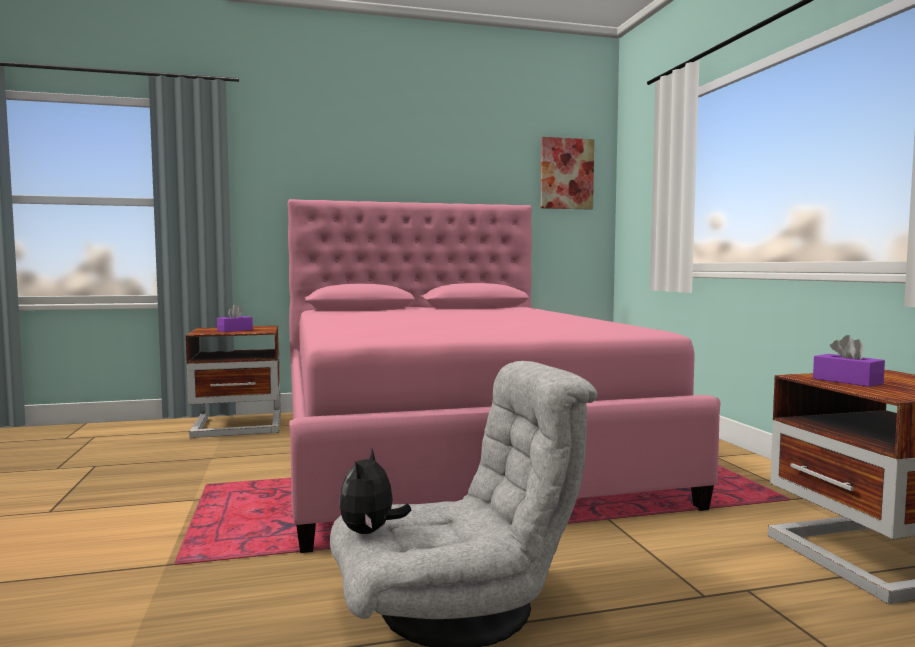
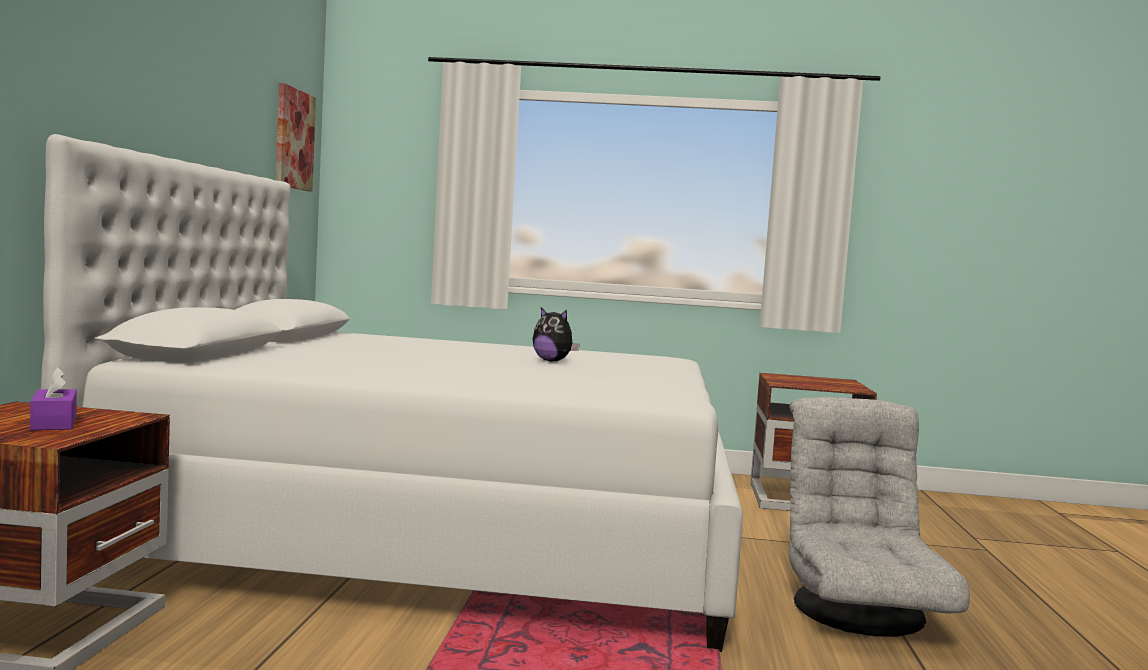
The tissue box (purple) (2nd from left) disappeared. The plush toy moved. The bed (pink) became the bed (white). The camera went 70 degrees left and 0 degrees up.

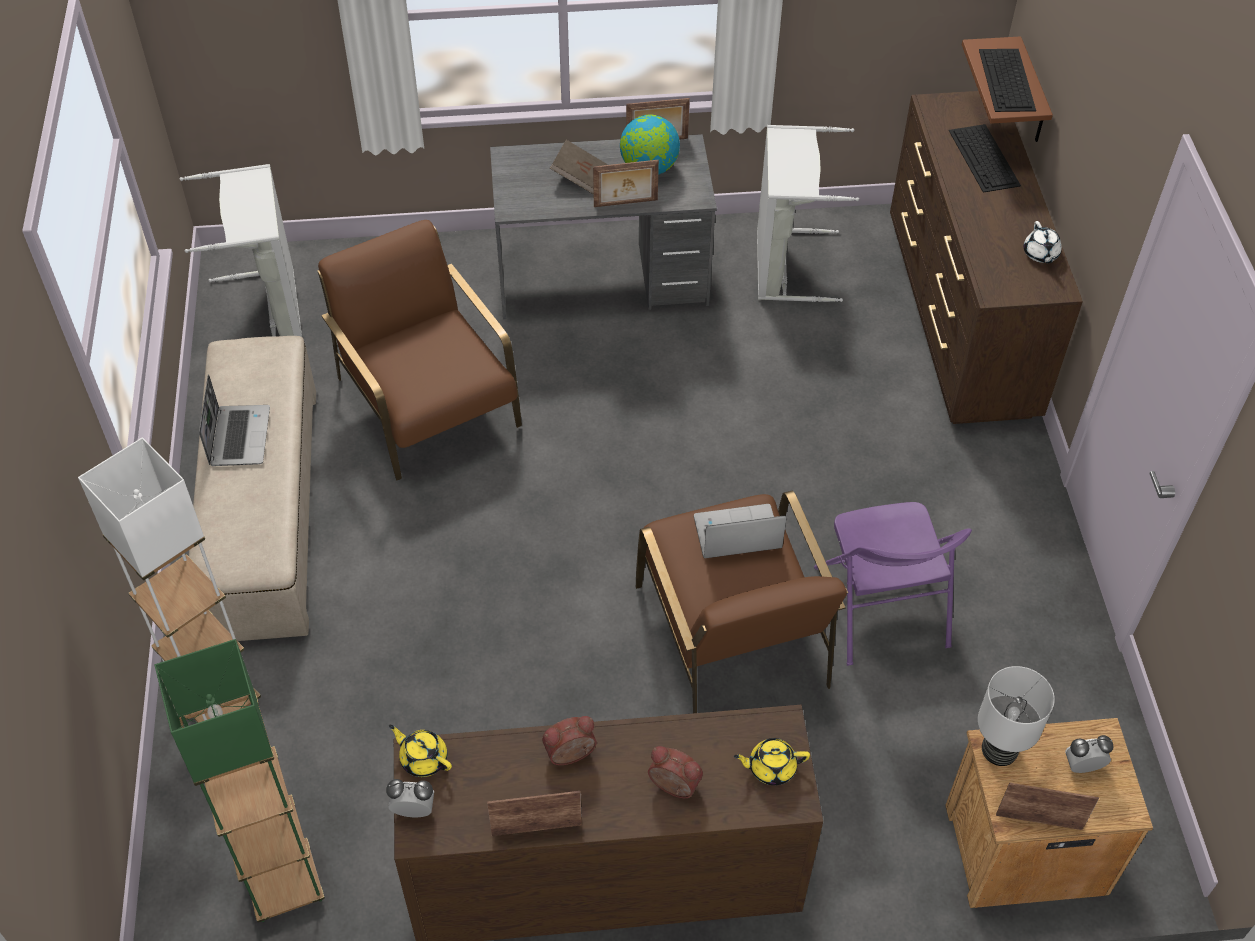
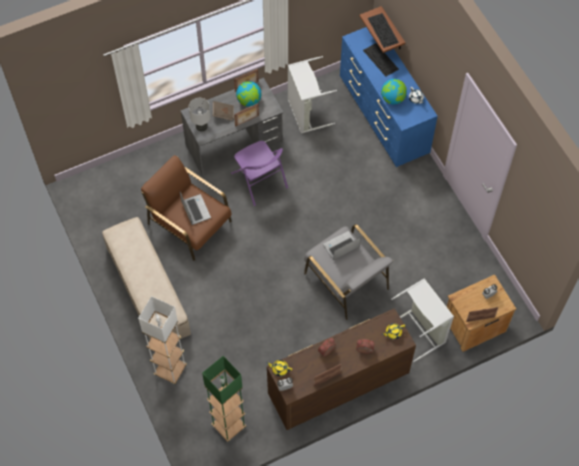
The globe (2nd from left) appeared. The laundry basket (grey) (1st from left in the first image) moved. The laptop (1st from left) moved. The chair (purple) moved. The table lamp (grey) moved. The armchair (brown) (2nd from left) became the armchair (grey). The dresser (brown) (2nd from left) became the dresser (blue). The camera went 20 degrees left and 10 degrees up.

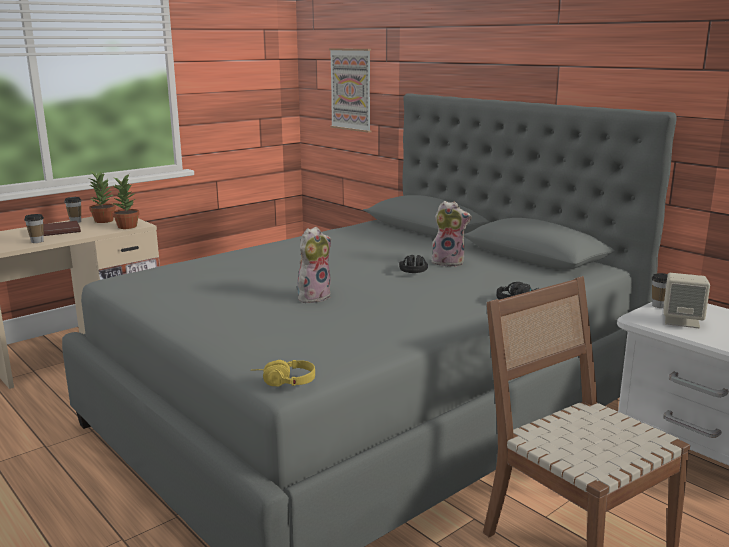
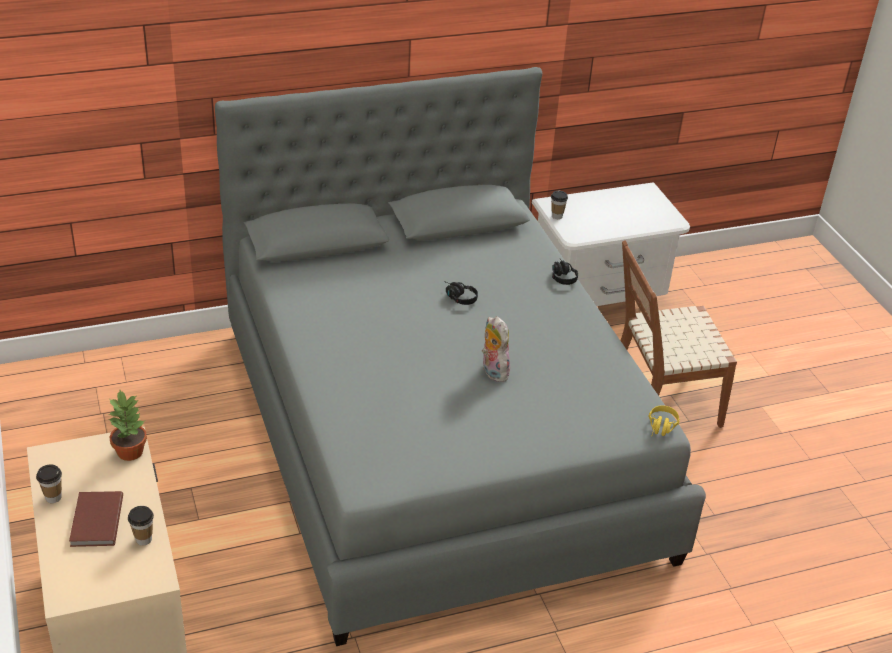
The potted plant (1st from left) disappeared. The picture disappeared. The plush toy (2nd from left) disappeared. The speaker (beige) disappeared. The camera went 70 degrees left and 20 degrees up.

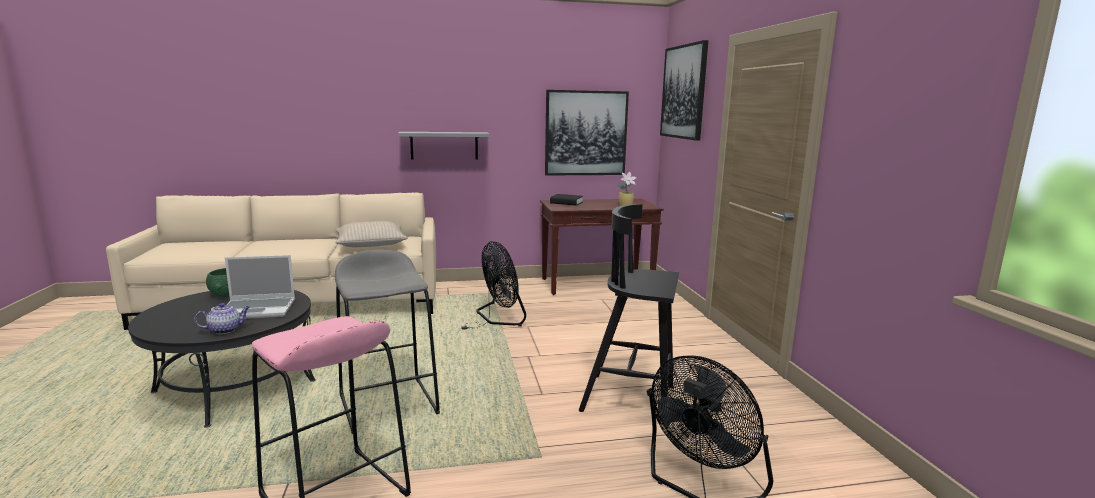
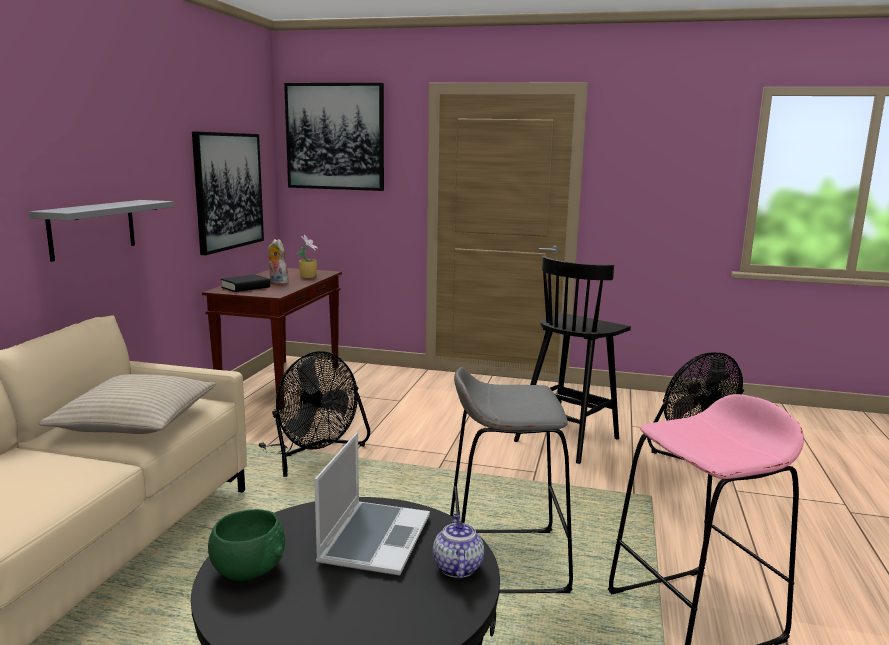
The plush toy appeared. The fan (black) (1st from left) turned 135 degrees clockwise. The camera went 65 degrees left and 0 degrees up.

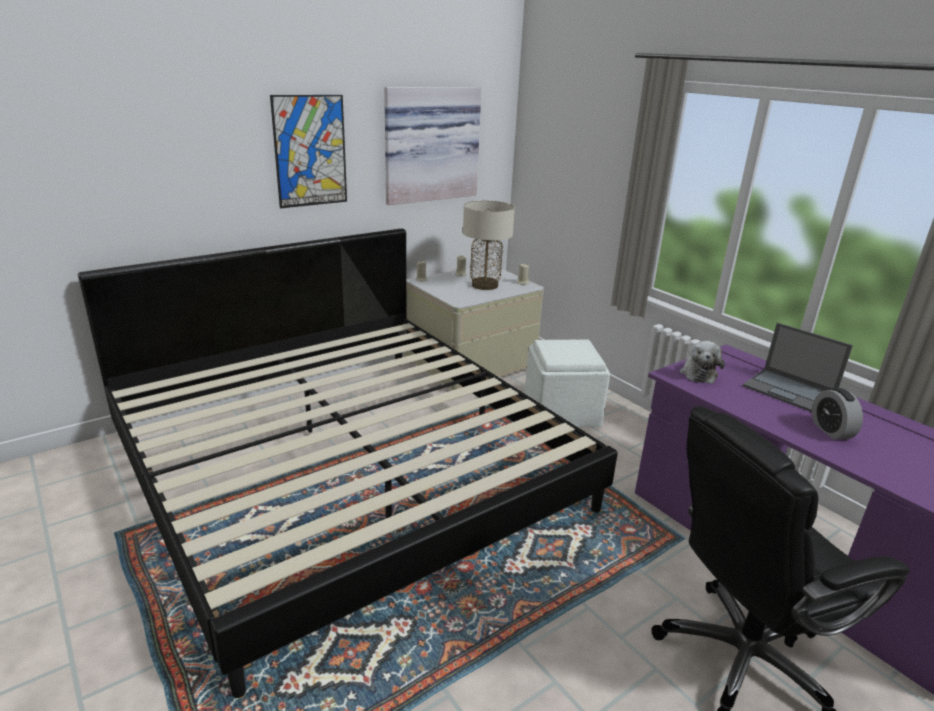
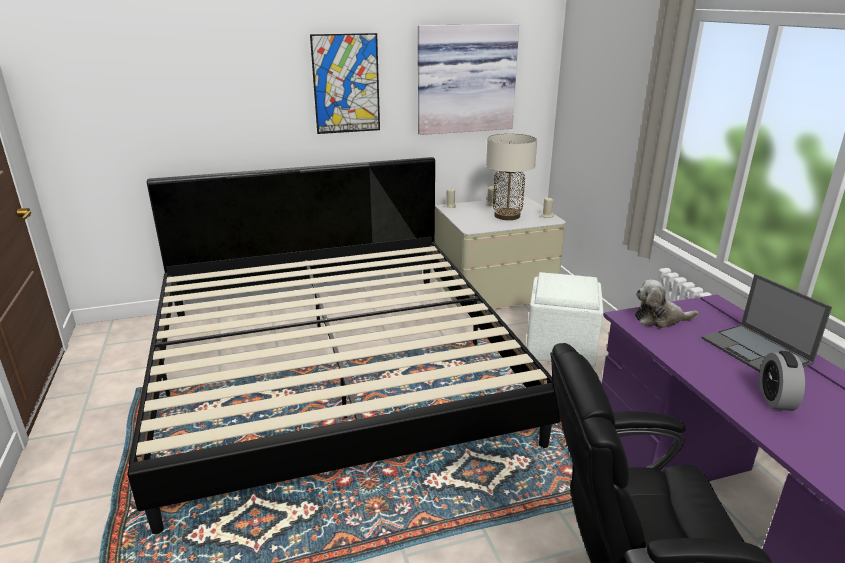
The plush toy turned 60 degrees clockwise. The camera went 20 degrees right and 0 degrees up.

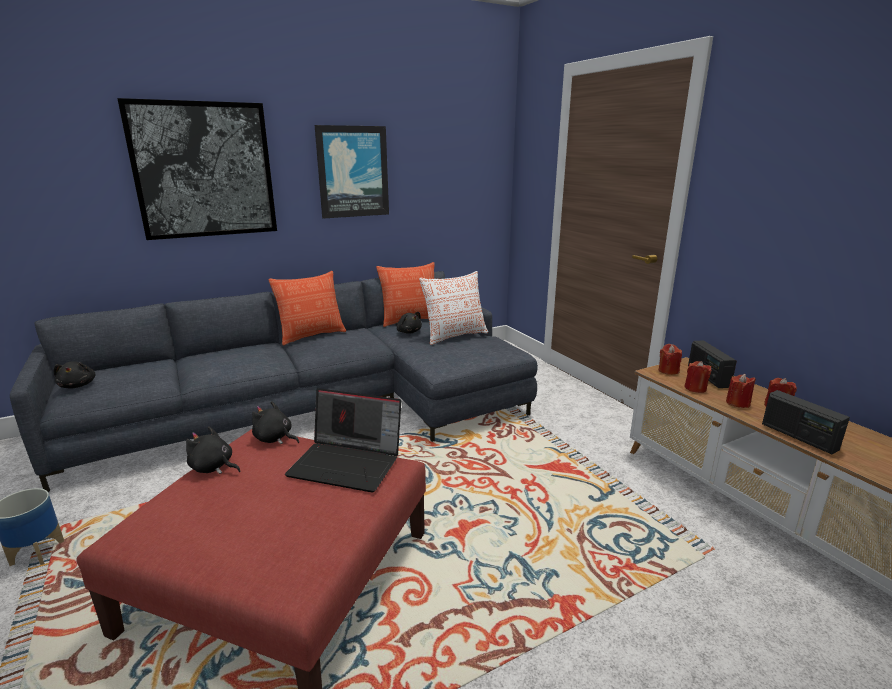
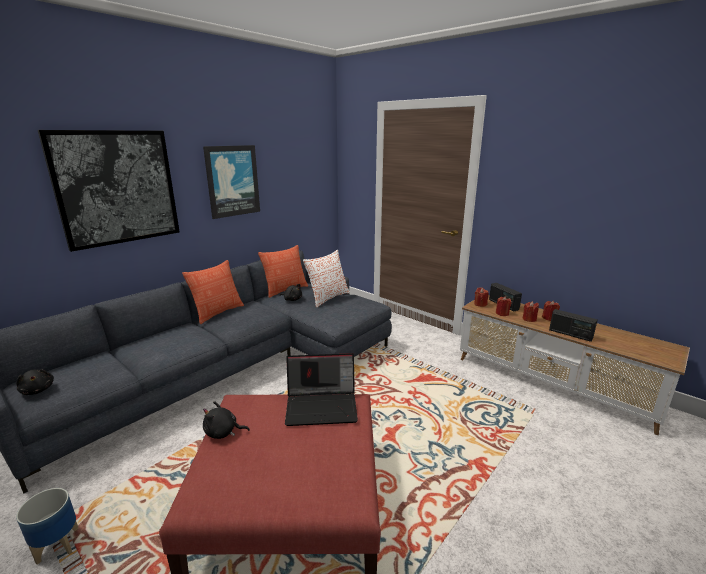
The plush toy (black) (3rd from left) disappeared. The camera went 20 degrees left and 0 degrees up.

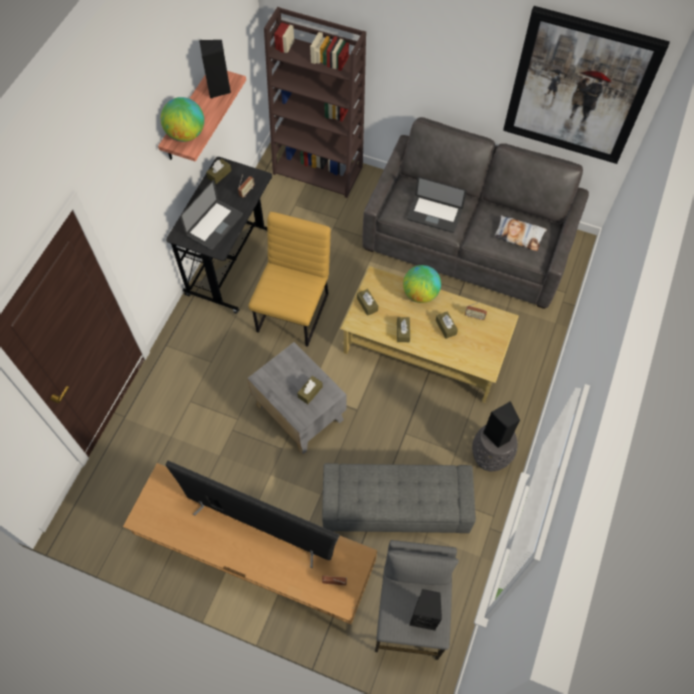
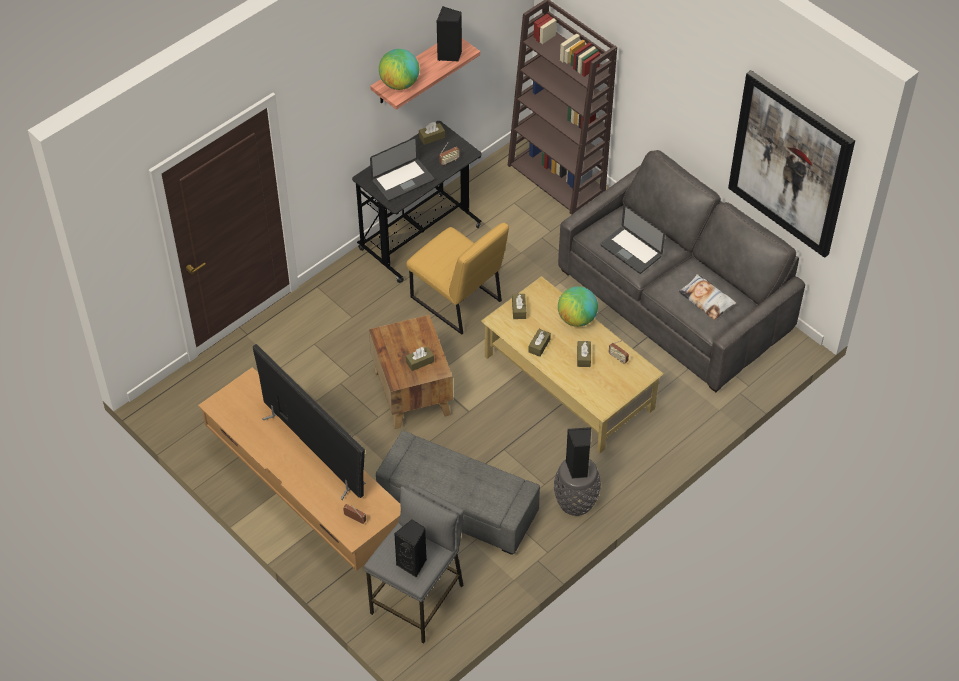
The side table (grey) became the side table (brown). The chair (yellow) turned 90 degrees clockwise. The camera went 25 degrees right and 10 degrees down.

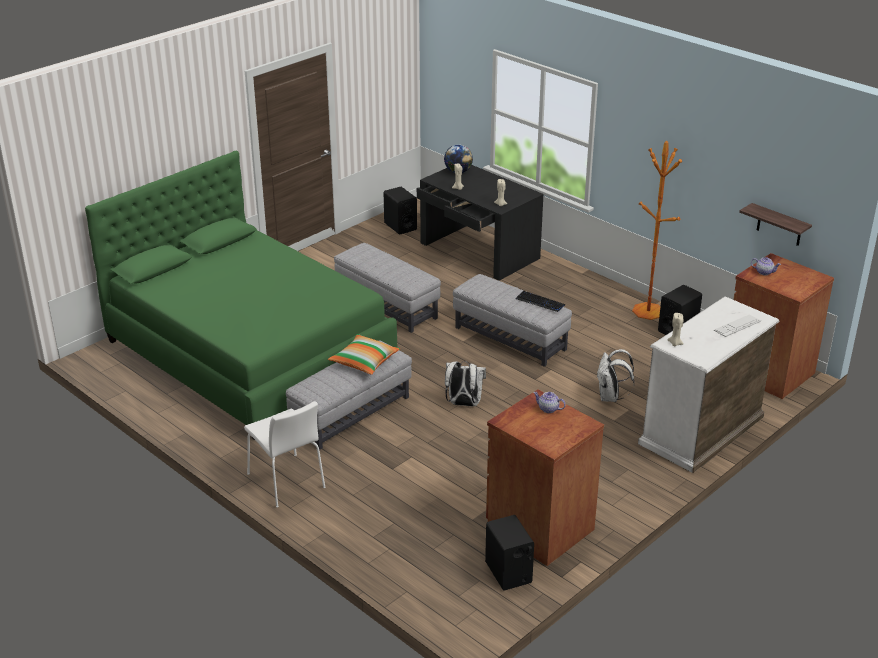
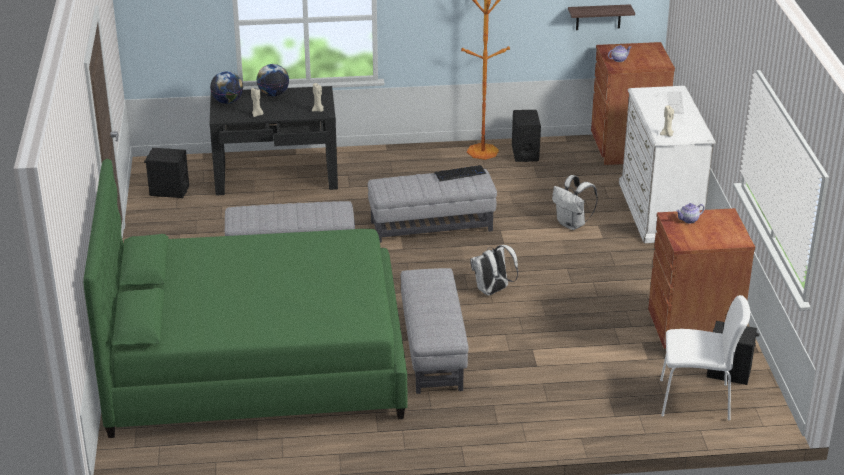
The pillow disappeared. The globe (2nd from left) appeared. The chair (white) moved. The camera went 50 degrees left and 0 degrees up.

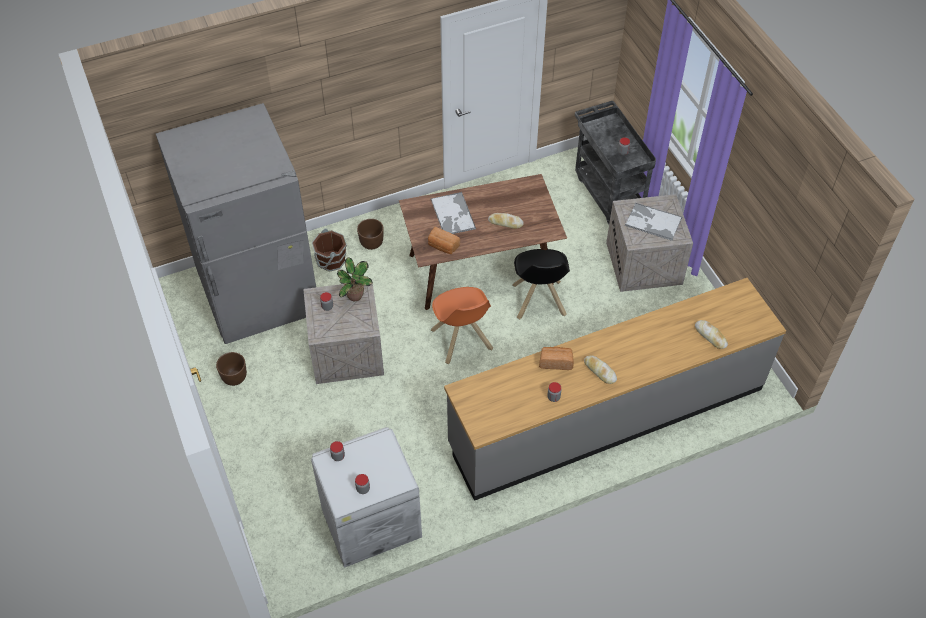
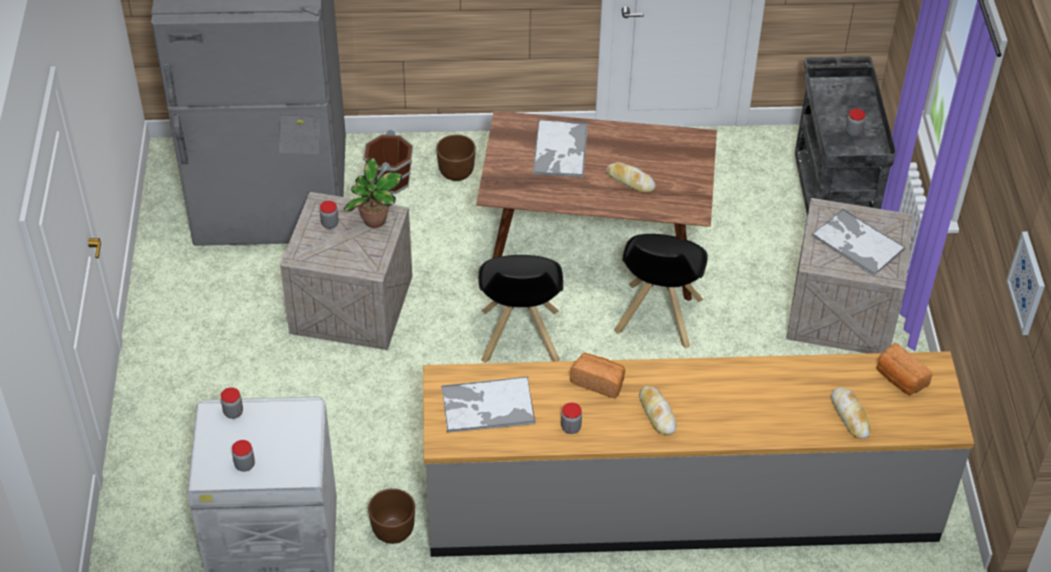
The tray (1st from left) appeared. The picture appeared. The planter (brown) (1st from left) moved. The bread (1st from left in the first image) moved. The chair (orange) became the chair (black) (1st from left). The camera went 20 degrees right and 5 degrees down.

